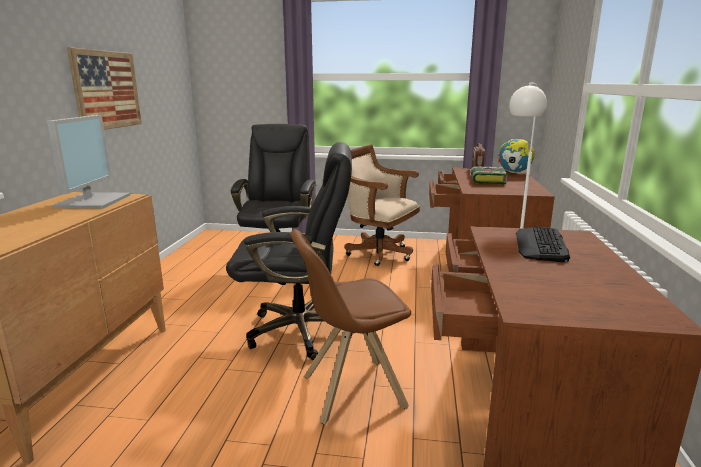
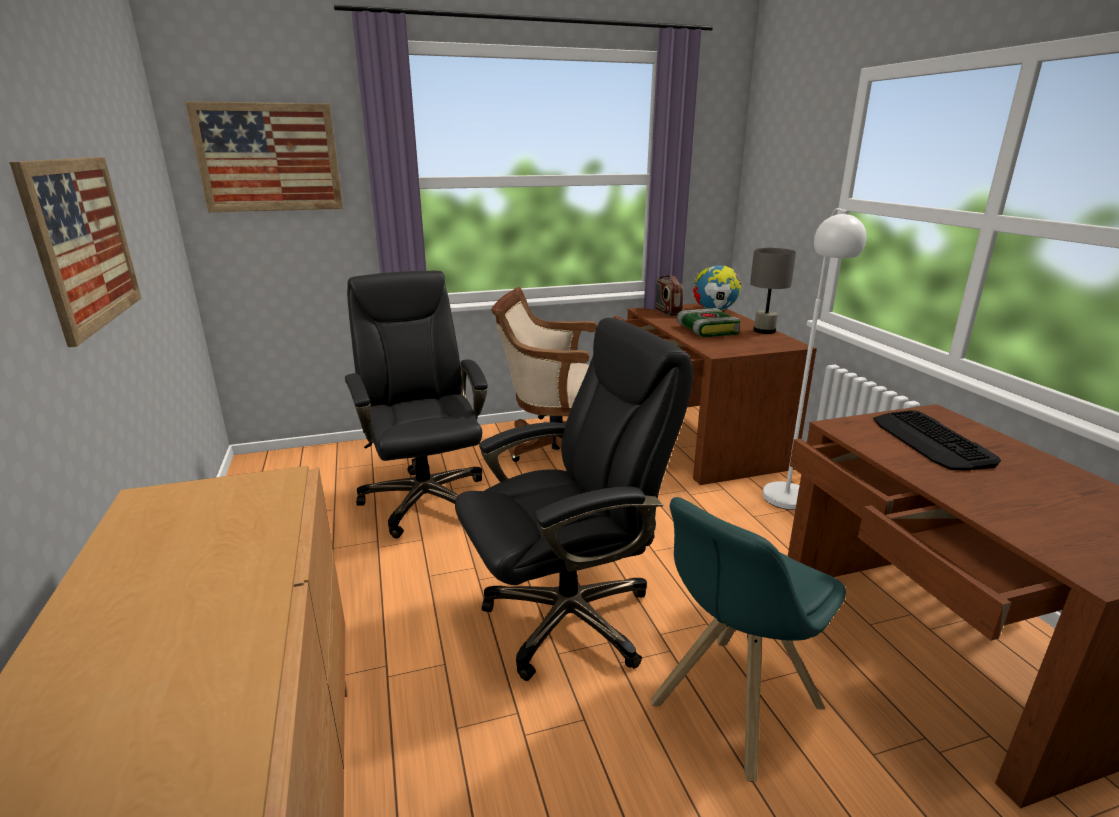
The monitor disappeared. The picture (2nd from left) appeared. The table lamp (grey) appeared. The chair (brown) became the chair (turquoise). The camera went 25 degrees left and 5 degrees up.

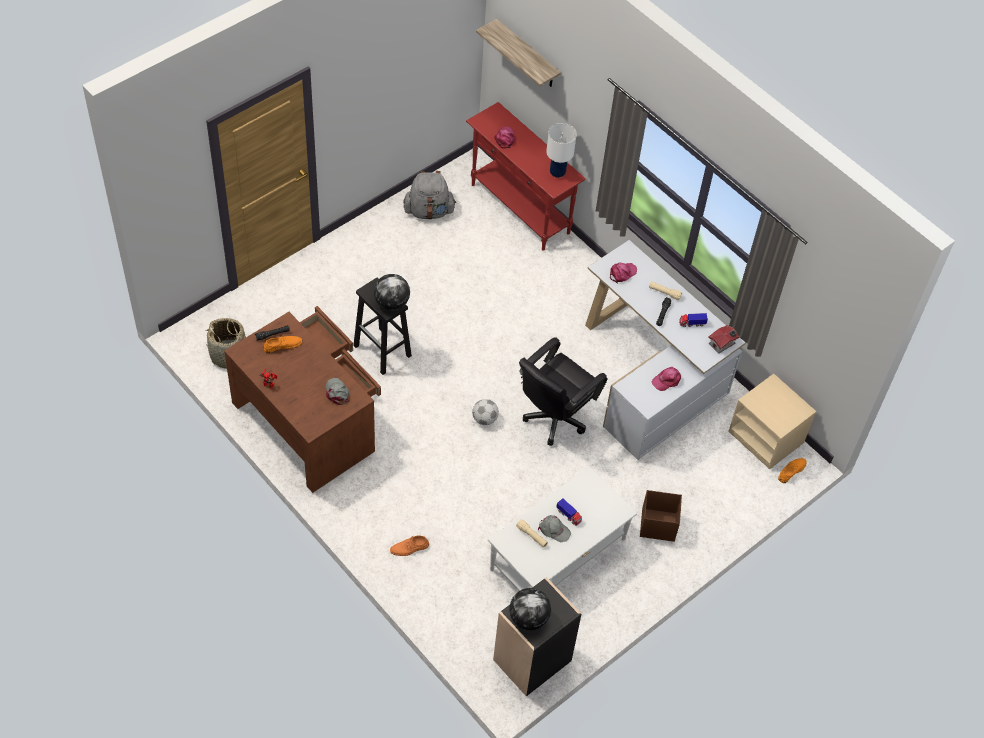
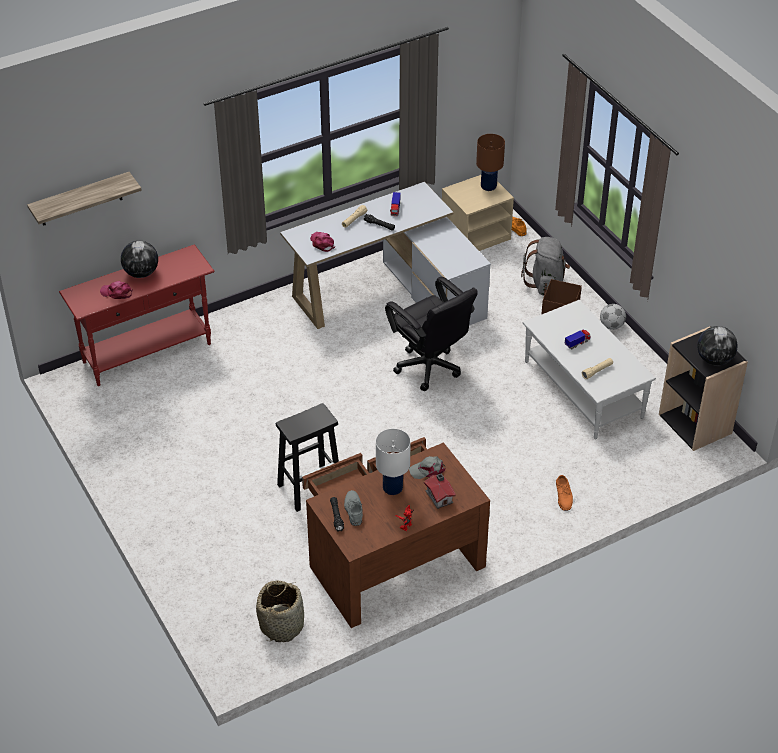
The cap (grey) (2nd from left) disappeared. The cap (pink) (3rd from left) disappeared. The table lamp (brown) appeared. The globe (1st from left) moved. The backpack (grey) moved. The football moved. The table lamp (white) moved. The toy house moved. The shoe (orange) (1st from left) became the shoe (grey). The camera went 75 degrees left and 10 degrees down.

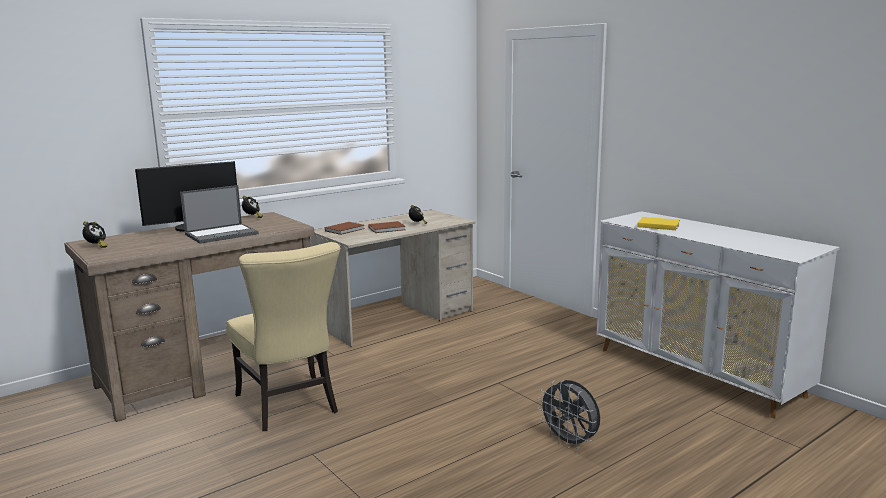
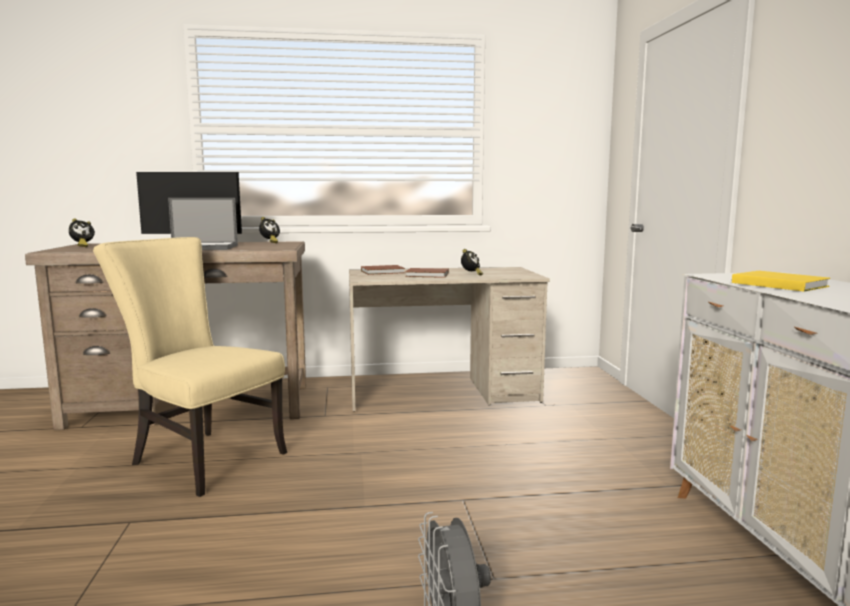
The chair (beige) turned 120 degrees clockwise. The camera went 30 degrees right and 5 degrees down.

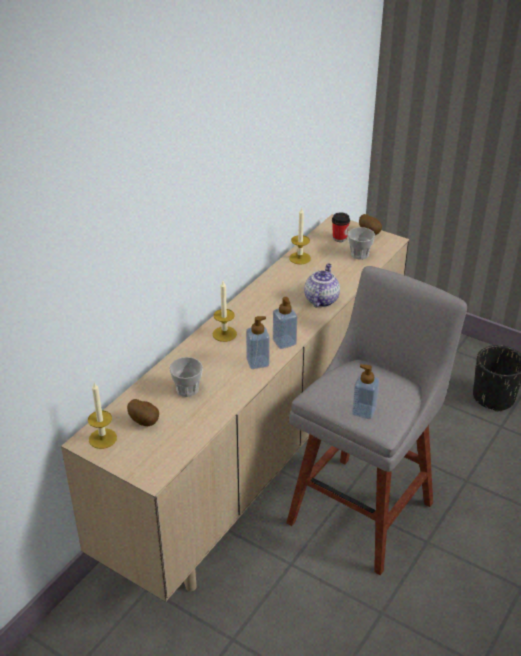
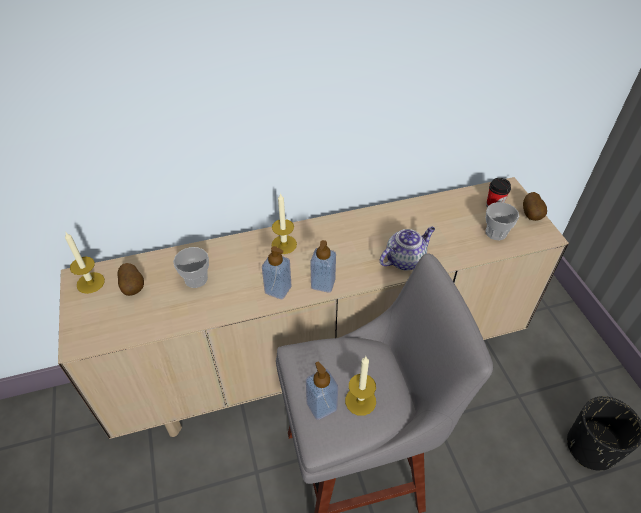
The candle (3rd from left) moved. The camera went 40 degrees right and 10 degrees up.

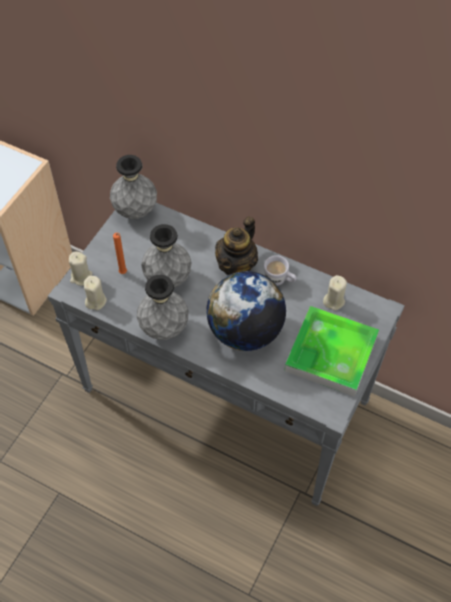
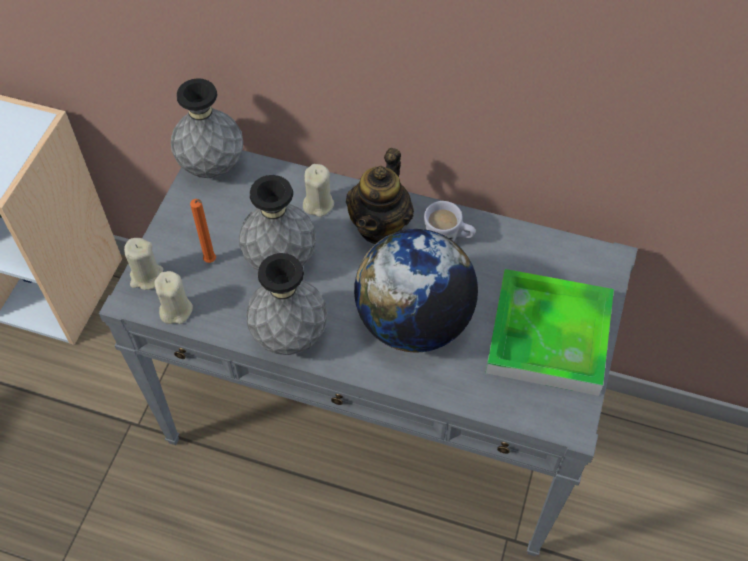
The candle (beige) (3rd from left) moved. The camera went 10 degrees left and 0 degrees up.

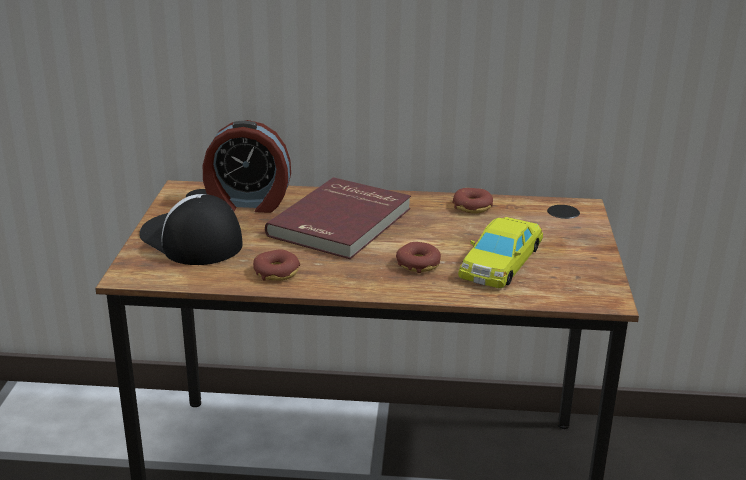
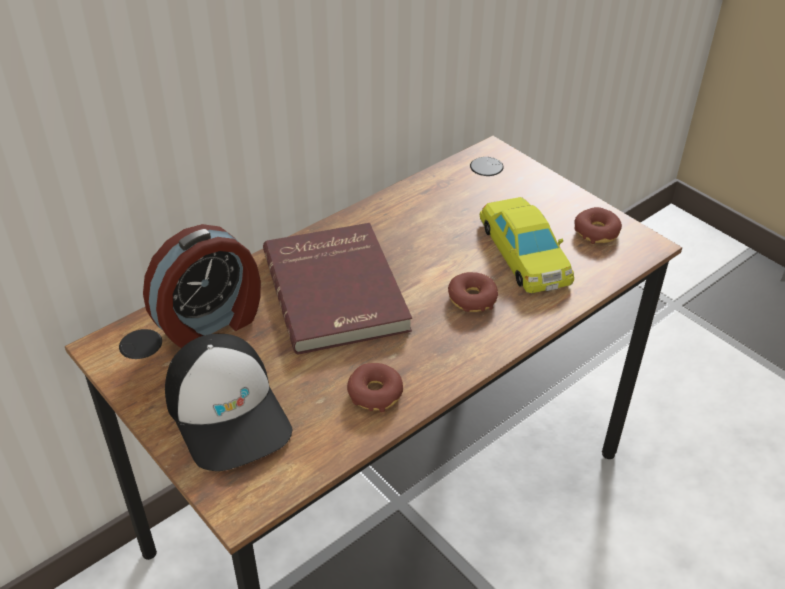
The donut (3rd from left) moved. The cap turned 120 degrees counterclockwise. The camera went 45 degrees left and 15 degrees up.

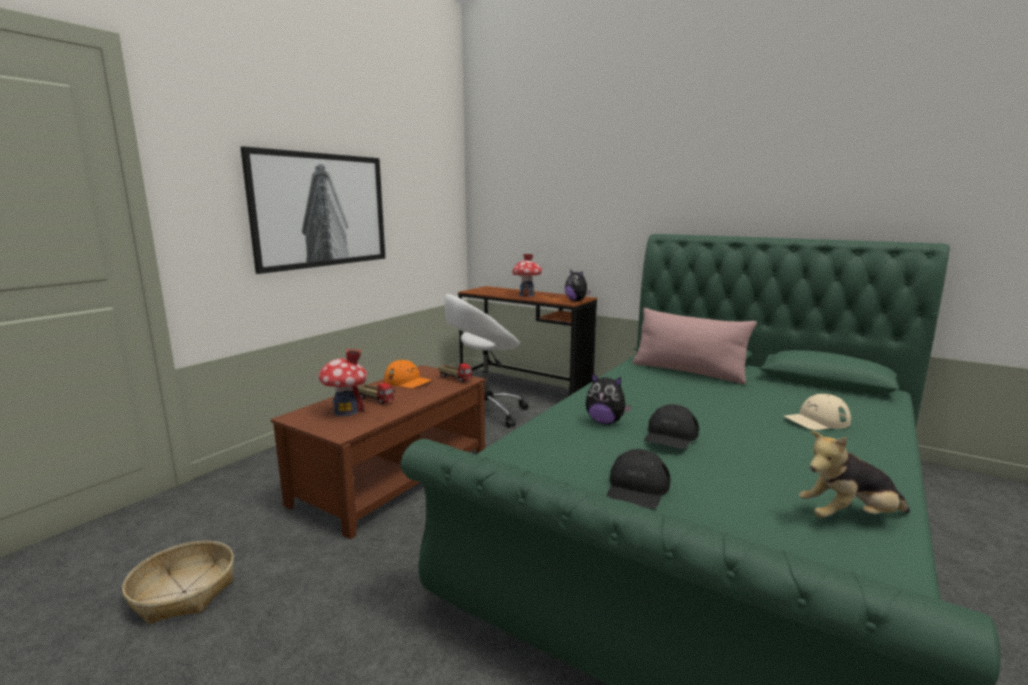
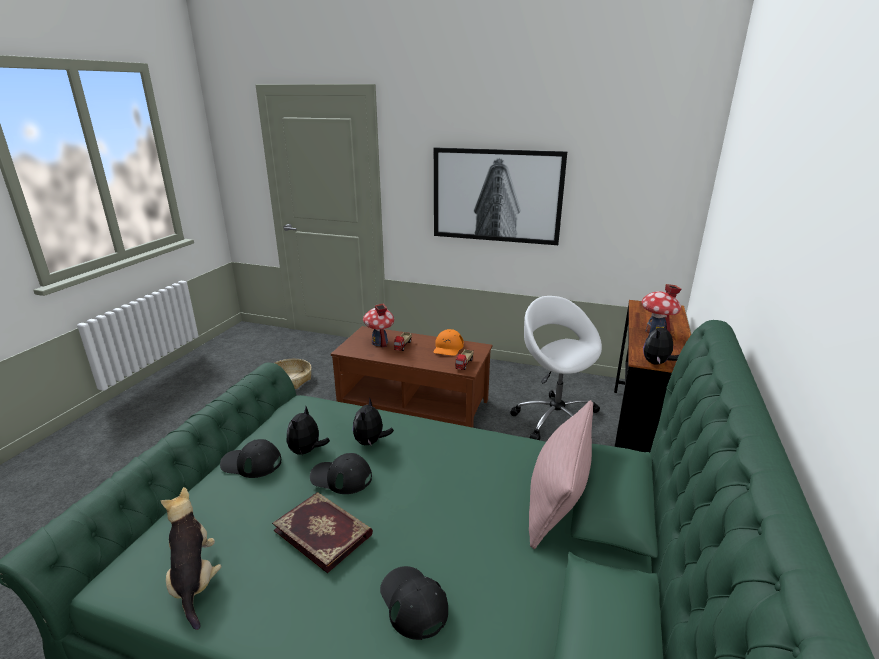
The book appeared. The plush toy (2nd from left) appeared. The cap (beige) became the cap (black) (3rd from left). The camera went 75 degrees right and 10 degrees up.

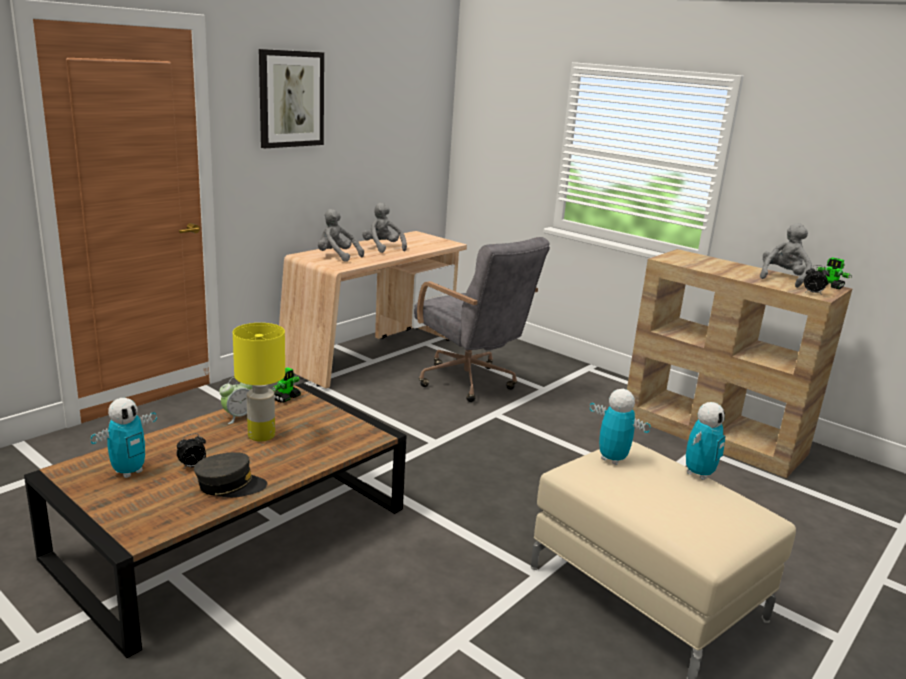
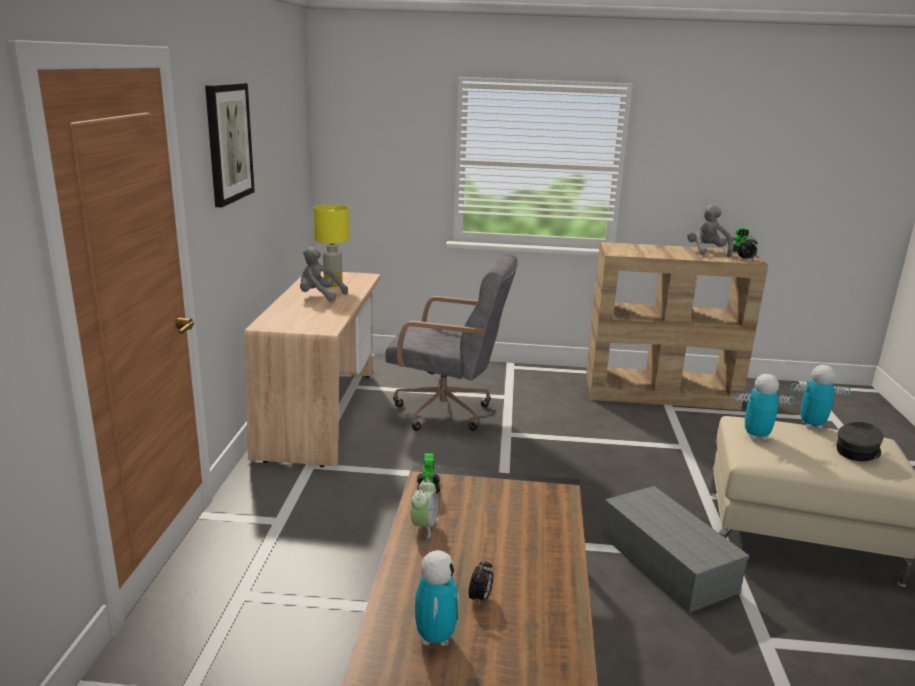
The plush toy (grey) (1st from left) disappeared. The storage box (grey) appeared. The cap (grey) moved. The table lamp (yellow) moved. The toy robot (4th from left in the first image) turned 90 degrees counterclockwise. The camera went 35 degrees left and 0 degrees up.

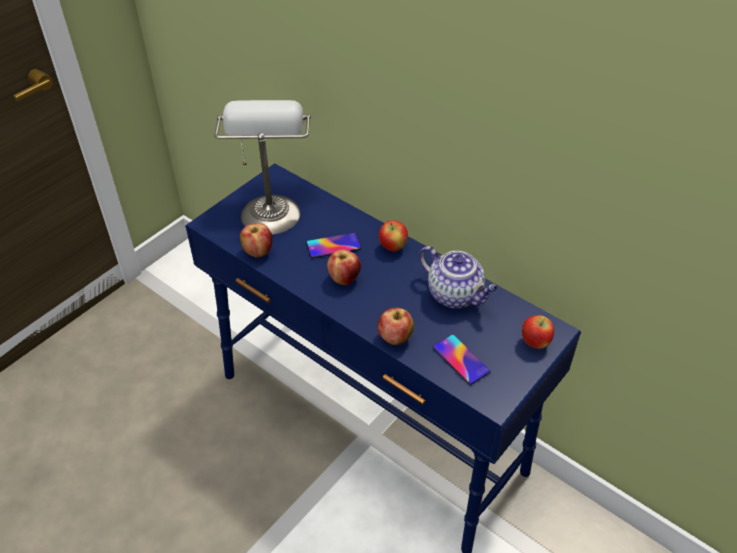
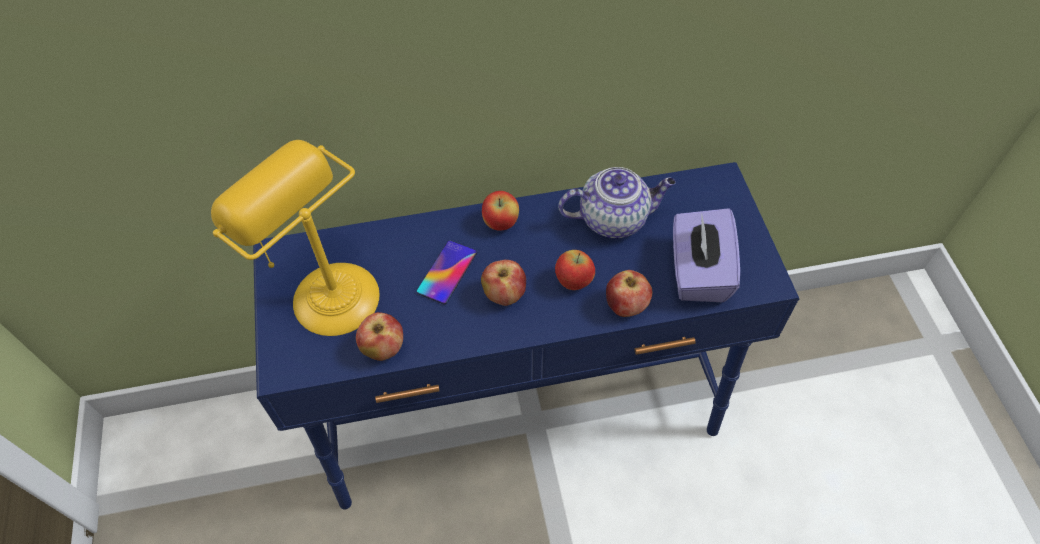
The apple (5th from left in the first image) moved. The phone (2nd from left) was replaced by the tissue box (purple). The table lamp (white) became the table lamp (yellow). The camera went 50 degrees left and 10 degrees up.

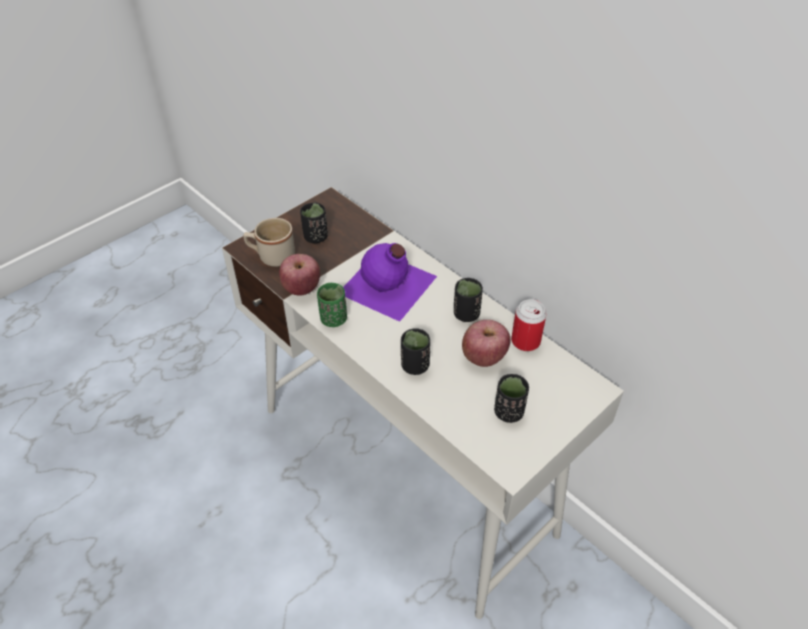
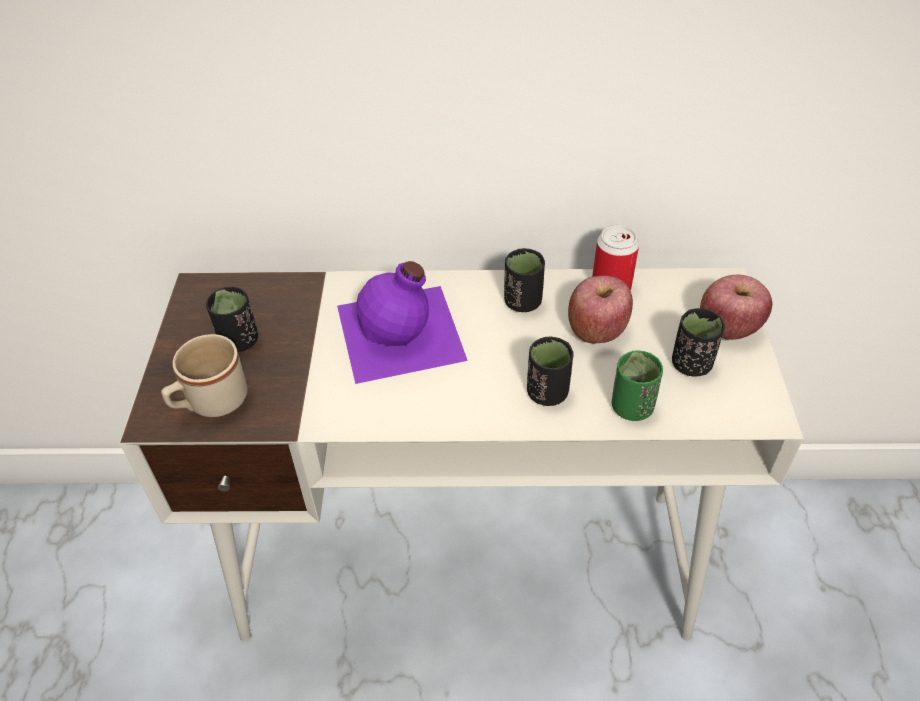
The apple (1st from left in the first image) moved. The cup (green) moved. The camera went 45 degrees left and 0 degrees up.

